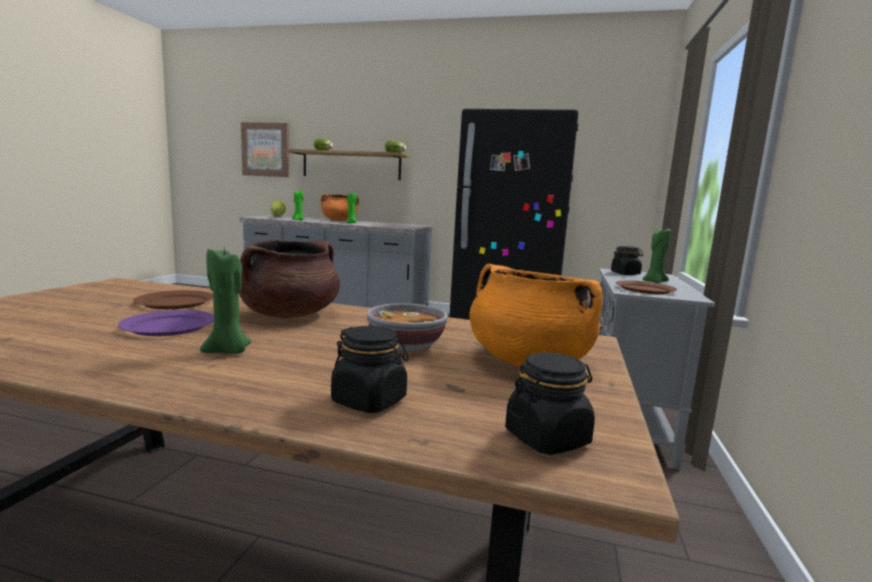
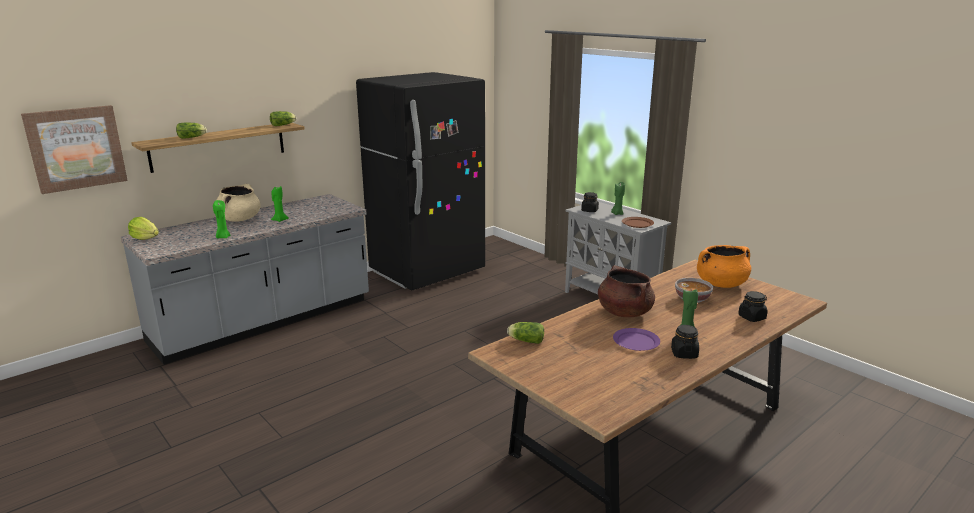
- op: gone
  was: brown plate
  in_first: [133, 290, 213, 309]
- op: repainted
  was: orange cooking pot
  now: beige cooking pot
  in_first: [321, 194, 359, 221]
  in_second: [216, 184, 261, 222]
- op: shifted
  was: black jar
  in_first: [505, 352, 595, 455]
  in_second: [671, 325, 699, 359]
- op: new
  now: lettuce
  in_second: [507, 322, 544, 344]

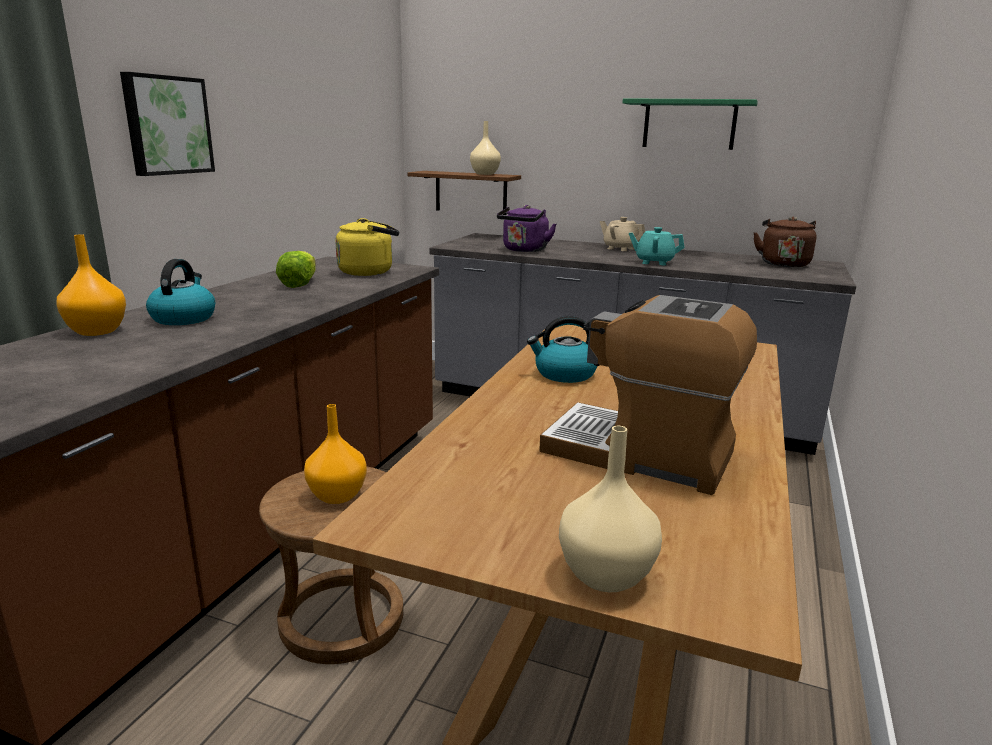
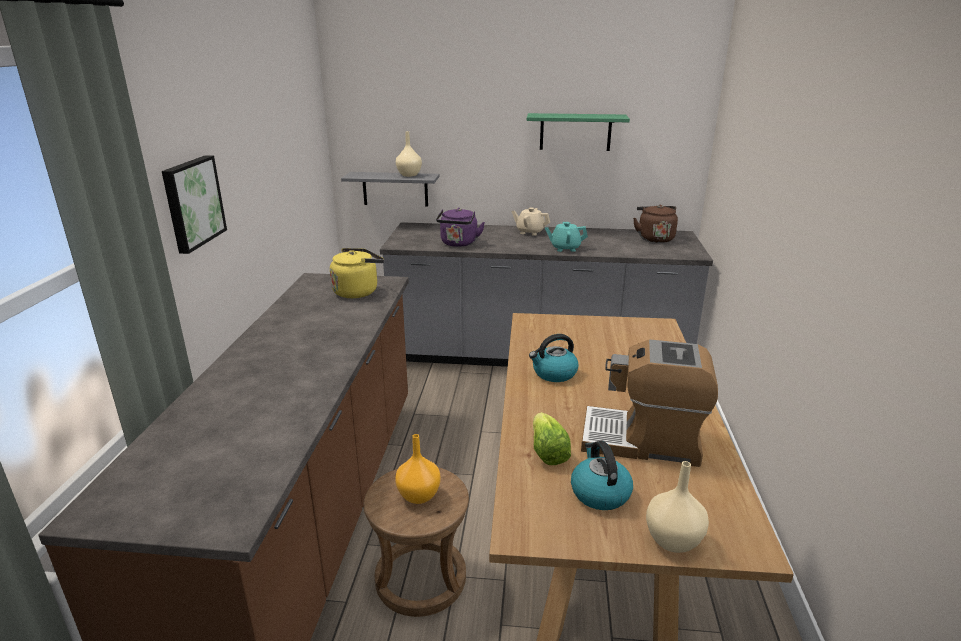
- op: gone
  was: orange vase
  in_first: [56, 235, 126, 336]
- op: shifted
  was: kettle
  in_first: [146, 259, 215, 325]
  in_second: [571, 441, 633, 510]
- op: shifted
  was: lettuce
  in_first: [276, 251, 316, 288]
  in_second: [533, 412, 571, 465]
- op: repainted
  was: brown shelf
  now: grey shelf
  in_first: [408, 171, 521, 215]
  in_second: [341, 172, 439, 207]

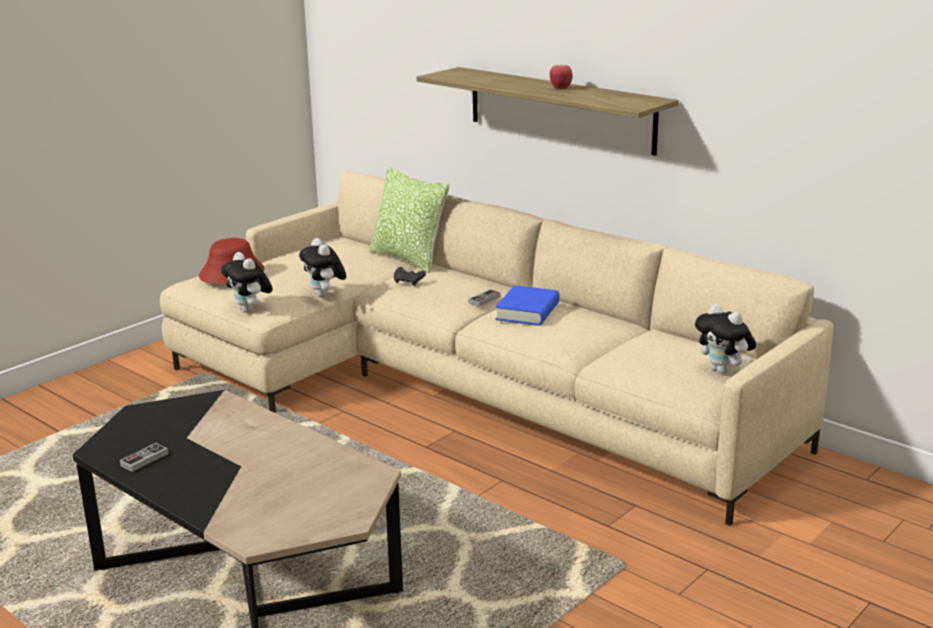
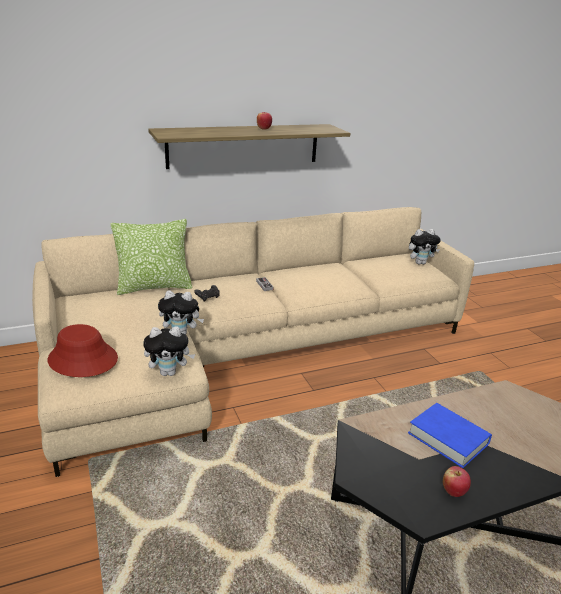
- op: swapped
  was: game controller
  now: apple
  in_first: [120, 443, 168, 472]
  in_second: [443, 466, 471, 497]
- op: shifted
  was: blue book
  in_first: [495, 285, 560, 326]
  in_second: [408, 403, 492, 468]

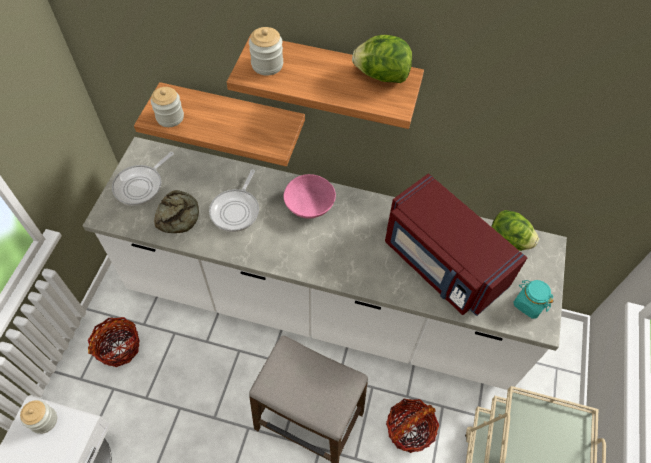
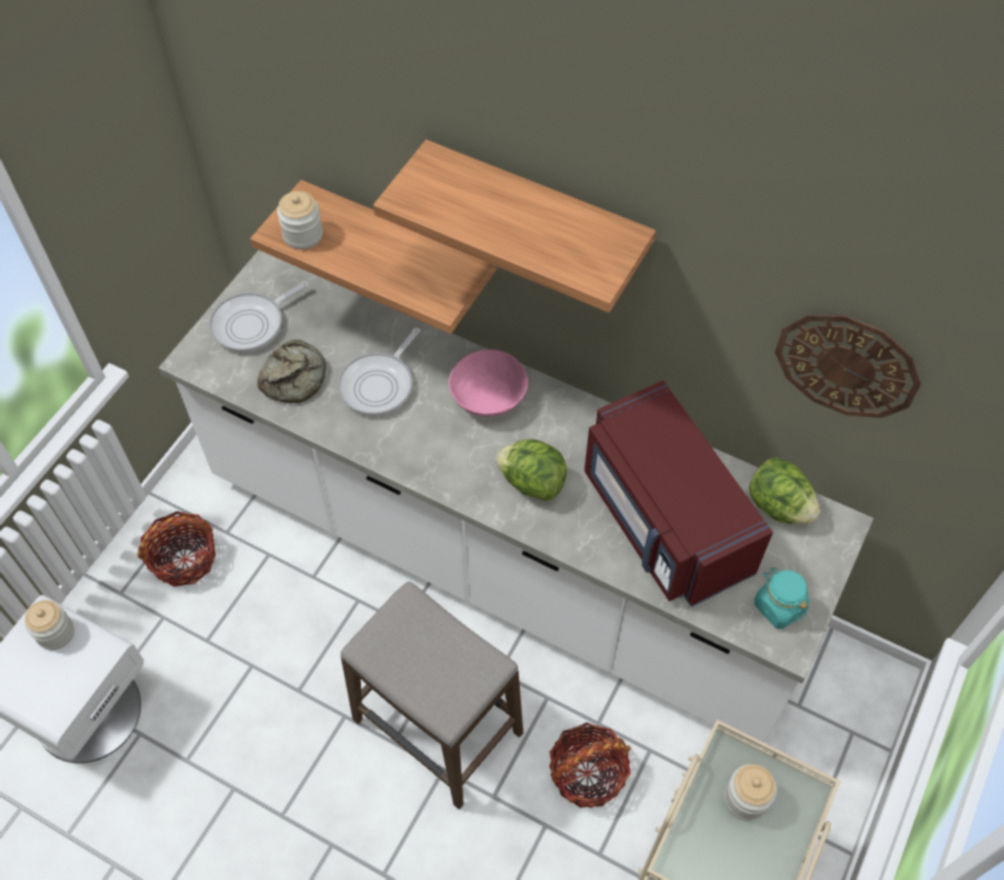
- op: shifted
  was: jar
  in_first: [249, 27, 283, 76]
  in_second: [724, 764, 777, 821]
- op: shifted
  was: lettuce
  in_first: [352, 35, 412, 83]
  in_second: [495, 439, 567, 501]
- op: new
  now: wall clock
  in_second: [775, 315, 921, 418]

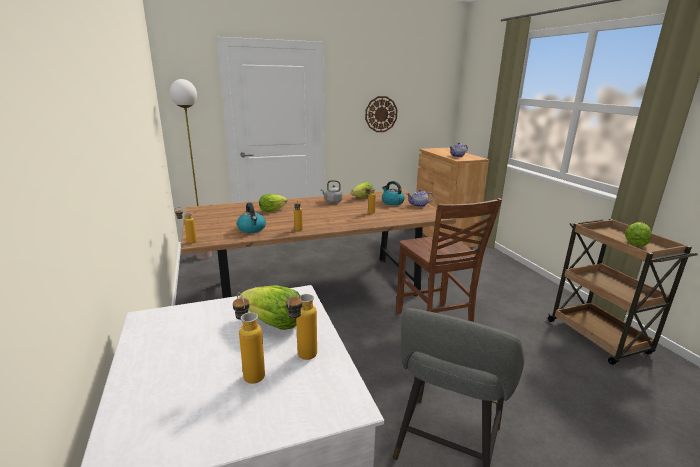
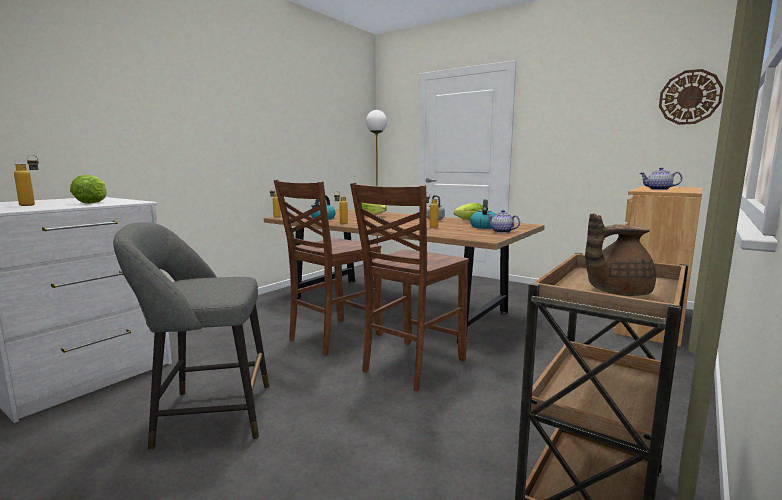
- op: gone
  was: bottle
  in_first: [286, 291, 317, 360]
- op: shifted
  was: wall clock
  in_first: [365, 96, 397, 132]
  in_second: [659, 69, 723, 125]
- op: swapped
  was: lettuce
  now: brown teapot
  in_first: [625, 222, 651, 246]
  in_second: [585, 213, 656, 296]
- op: new
  now: brown chair
  in_second: [274, 180, 383, 356]

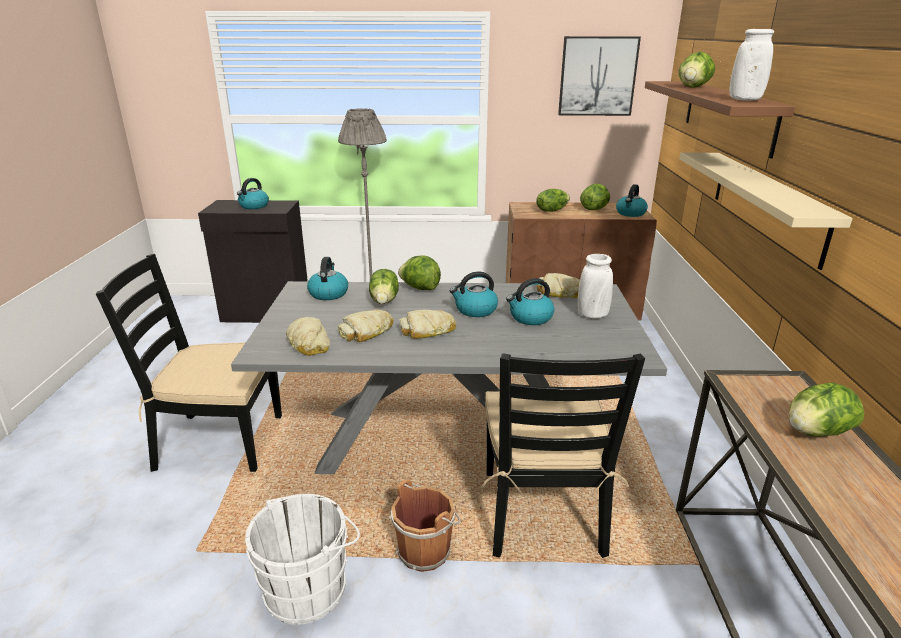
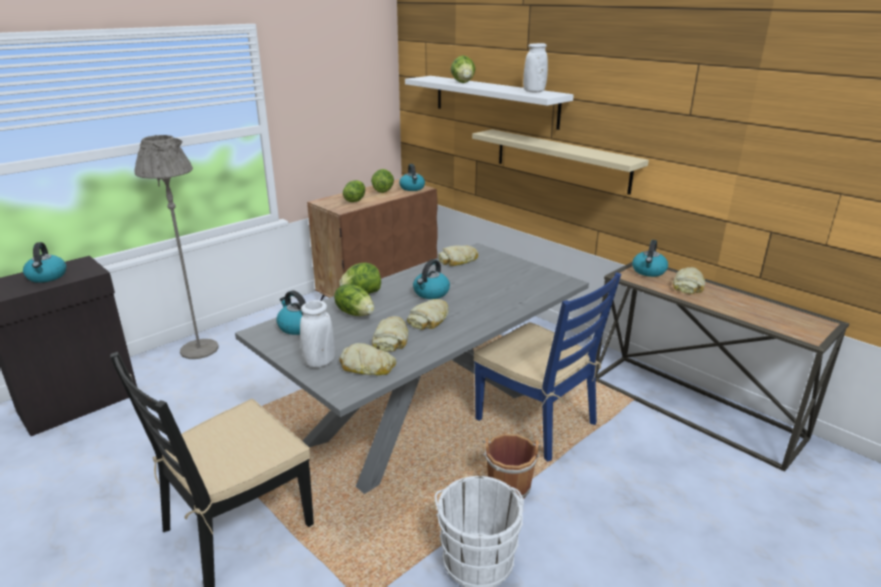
- op: repainted
  was: black chair
  now: blue chair
  in_first: [482, 353, 645, 558]
  in_second: [474, 272, 621, 462]
- op: shifted
  was: kettle
  in_first: [506, 278, 554, 325]
  in_second: [632, 240, 668, 277]
- op: gone
  was: picture
  in_first: [558, 36, 641, 116]
- op: shifted
  was: white vase
  in_first: [578, 254, 613, 318]
  in_second: [300, 300, 335, 367]
- op: repainted
  was: brown shelf
  now: white shelf
  in_first: [645, 81, 795, 159]
  in_second: [405, 76, 574, 130]
- op: swapped
  was: lettuce
  now: bread
  in_first: [789, 383, 864, 437]
  in_second: [673, 267, 705, 294]

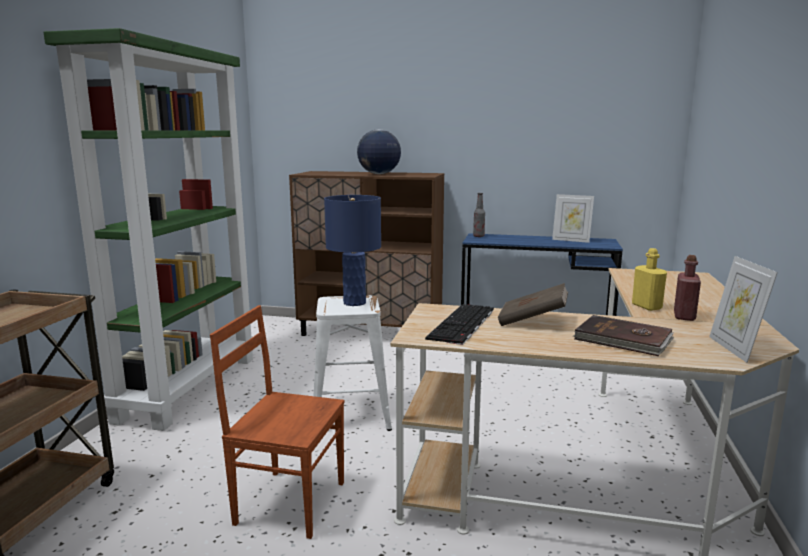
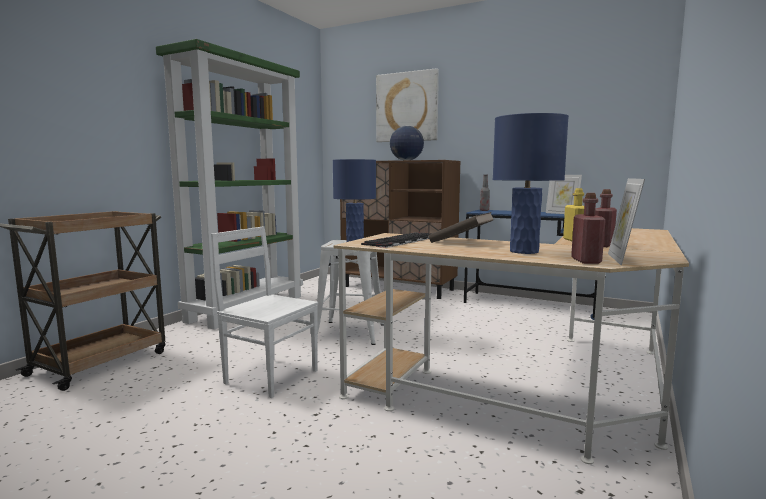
- op: repainted
  was: brown chair
  now: white chair
  in_first: [210, 305, 345, 539]
  in_second: [211, 226, 318, 398]
- op: swapped
  was: brown book
  now: blue table lamp
  in_first: [573, 315, 674, 356]
  in_second: [493, 113, 569, 254]
- op: new
  now: picture
  in_second: [376, 68, 439, 142]
- op: new
  now: red bottle
  in_second: [571, 193, 606, 264]

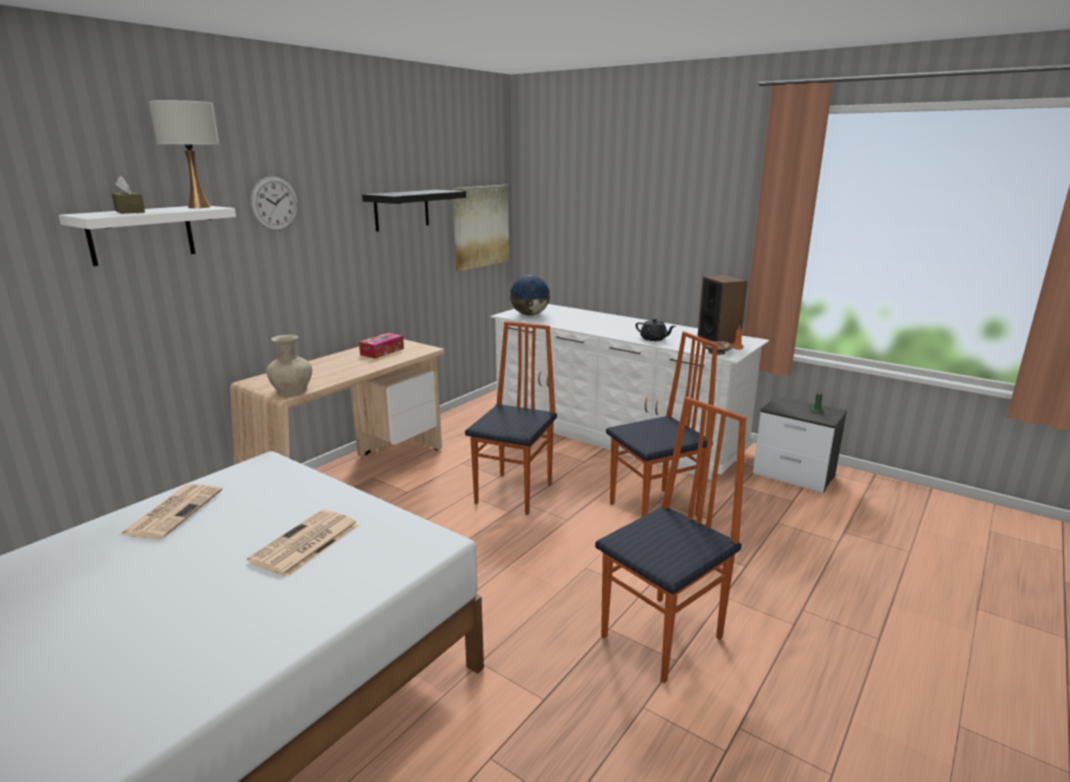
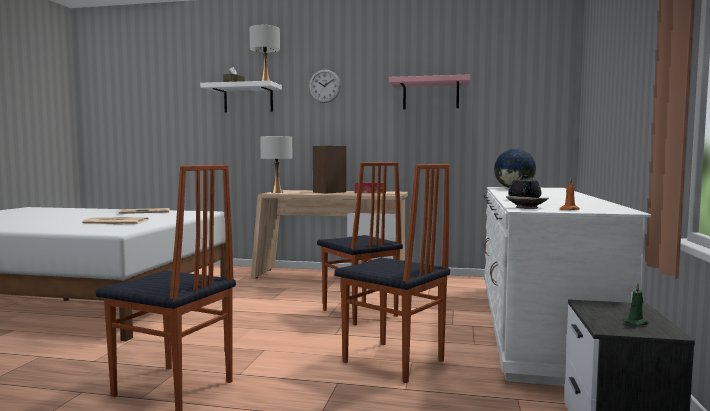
- op: swapped
  was: beige vase
  now: white table lamp
  in_first: [266, 334, 312, 396]
  in_second: [260, 136, 292, 193]
- op: repainted
  was: black shelf
  now: pink shelf
  in_first: [362, 190, 466, 232]
  in_second: [389, 74, 471, 109]
- op: gone
  was: picture
  in_first: [453, 185, 509, 271]
- op: rotated
  was: chair
  in_first: [465, 321, 557, 515]
  in_second: [317, 162, 403, 326]
  clockwise: 60
- op: shifted
  was: speaker
  in_first: [698, 275, 748, 344]
  in_second: [313, 146, 346, 194]

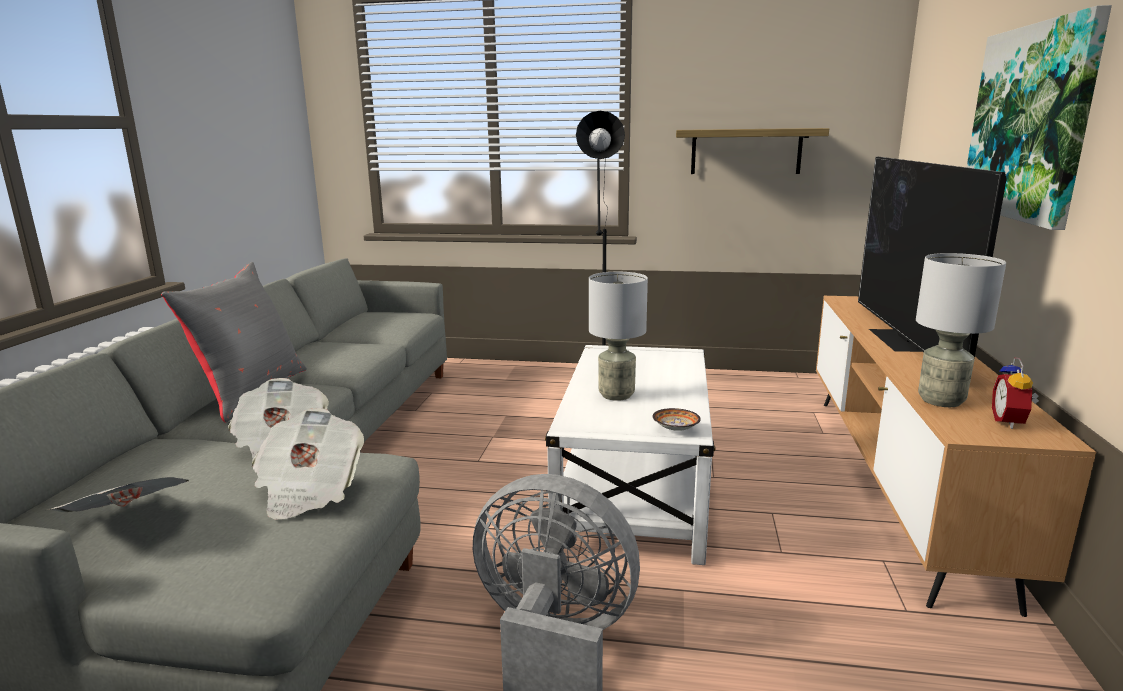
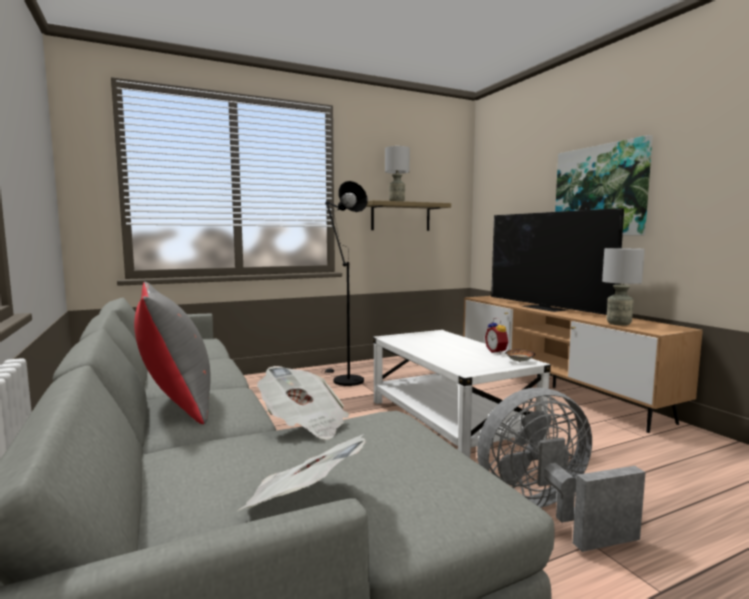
- op: gone
  was: newspaper
  in_first: [252, 408, 365, 520]
- op: shifted
  was: grey table lamp
  in_first: [589, 272, 648, 401]
  in_second: [385, 146, 410, 201]
- op: shifted
  was: alarm clock
  in_first: [992, 358, 1039, 429]
  in_second: [485, 318, 509, 354]

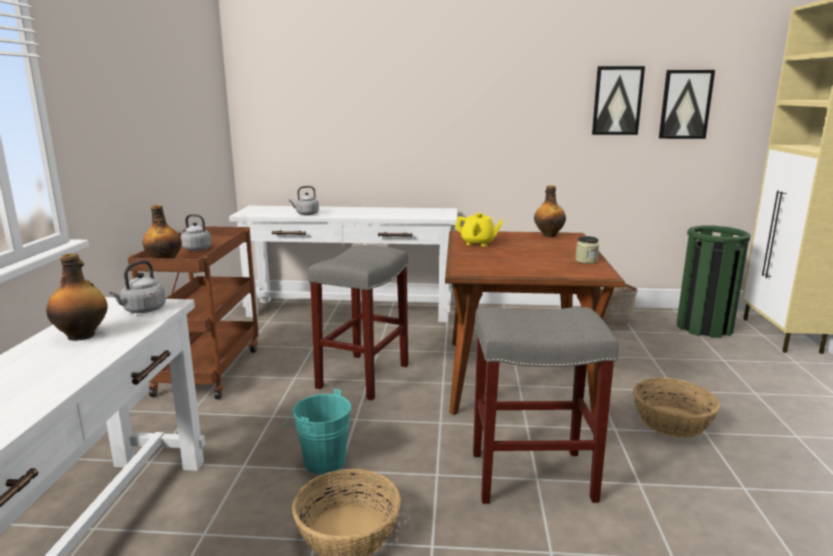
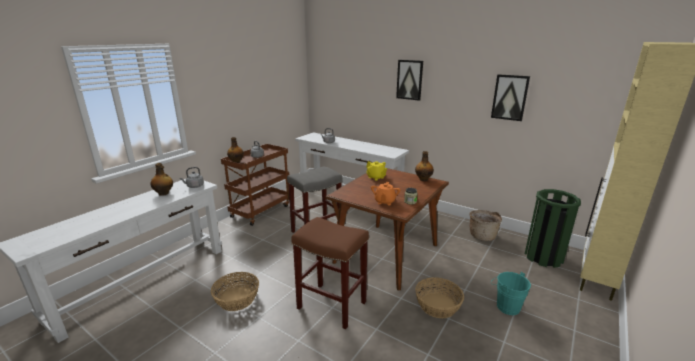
- op: shifted
  was: turquoise bucket
  in_first: [284, 389, 351, 474]
  in_second: [491, 272, 531, 315]
- op: repainted
  was: grey stool
  now: brown stool
  in_first: [473, 307, 618, 504]
  in_second: [291, 217, 369, 329]
- op: shifted
  was: picture
  in_first: [659, 70, 715, 139]
  in_second: [396, 60, 423, 101]
- op: new
  now: orange teapot
  in_second: [371, 182, 400, 205]

